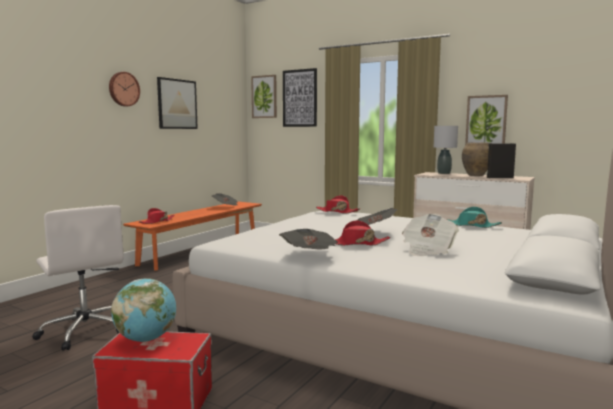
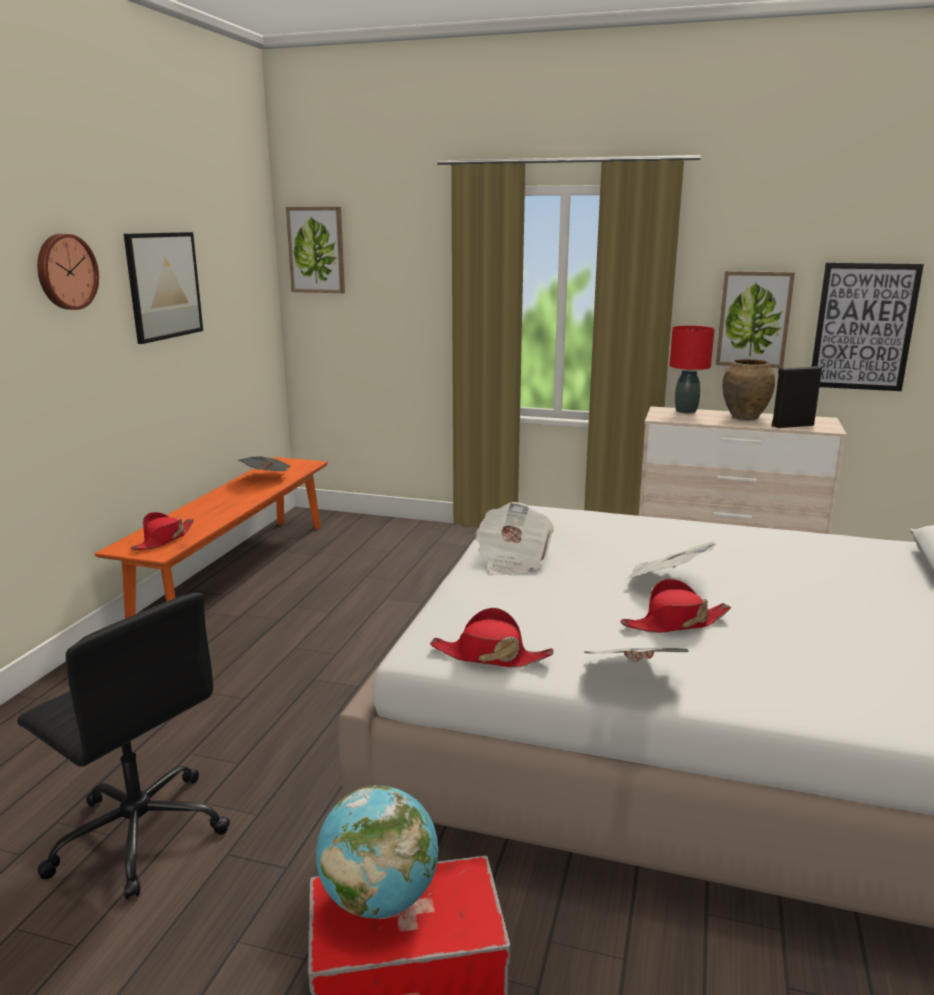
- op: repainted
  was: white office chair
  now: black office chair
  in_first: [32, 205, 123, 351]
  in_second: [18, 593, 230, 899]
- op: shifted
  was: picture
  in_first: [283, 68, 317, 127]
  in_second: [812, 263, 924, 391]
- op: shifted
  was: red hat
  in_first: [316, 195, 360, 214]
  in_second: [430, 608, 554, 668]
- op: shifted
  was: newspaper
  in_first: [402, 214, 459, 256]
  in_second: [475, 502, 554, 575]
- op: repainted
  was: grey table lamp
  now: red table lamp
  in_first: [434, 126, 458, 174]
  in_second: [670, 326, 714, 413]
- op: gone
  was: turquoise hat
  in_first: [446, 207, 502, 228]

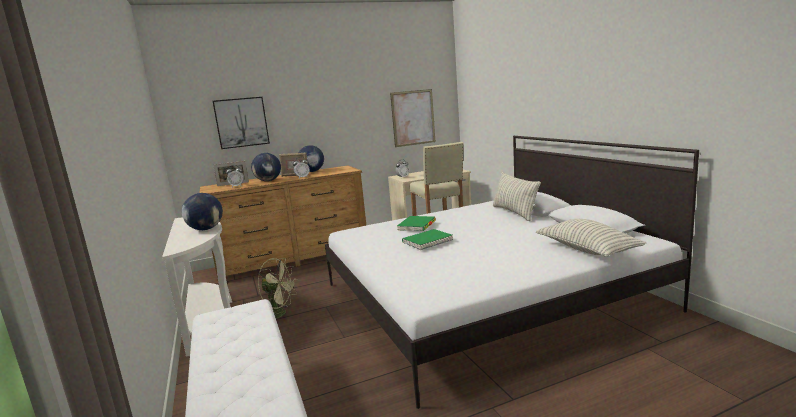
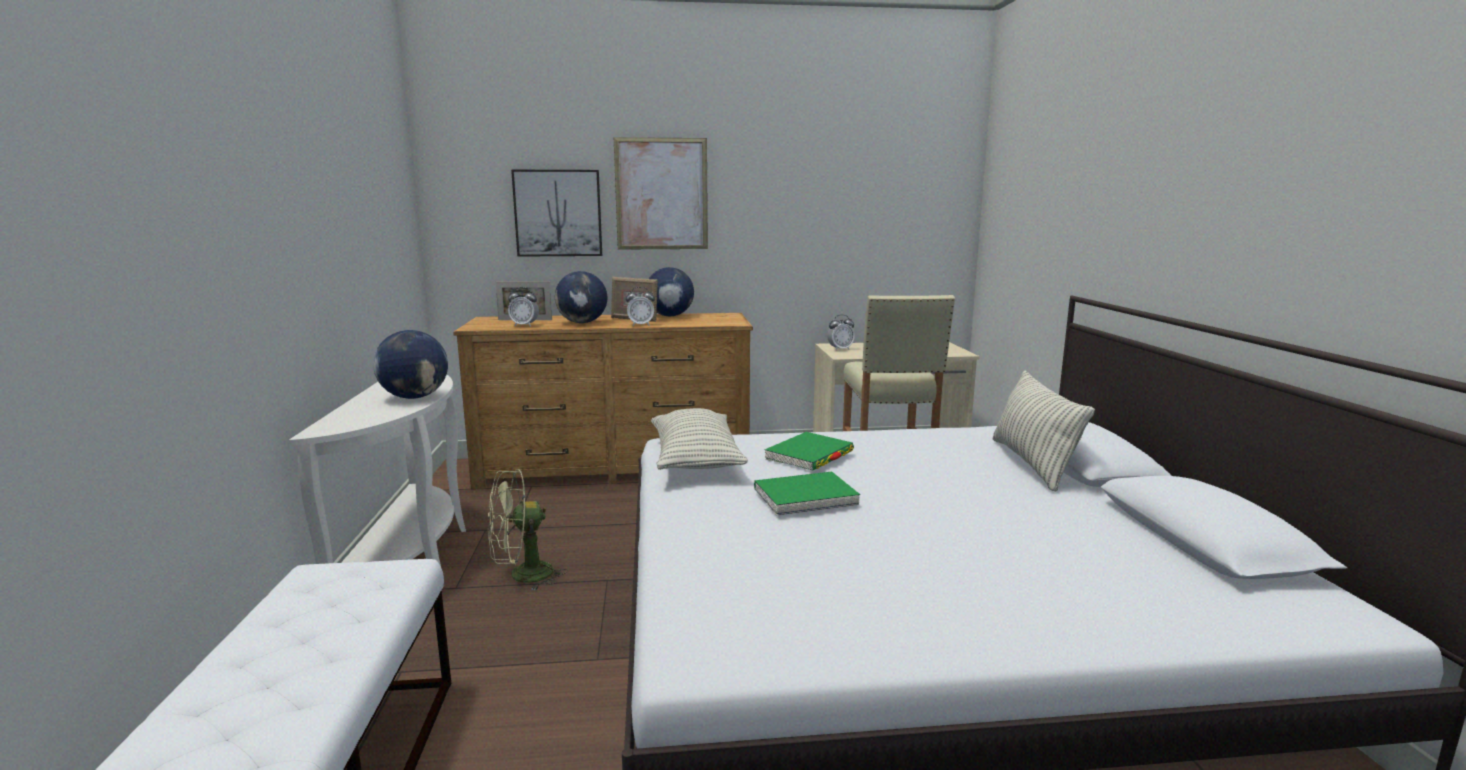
- op: rotated
  was: green fan
  in_first: [258, 258, 297, 318]
  in_second: [488, 469, 568, 591]
  clockwise: 120
- op: shifted
  was: picture
  in_first: [390, 89, 435, 147]
  in_second: [614, 137, 708, 250]
- op: shifted
  was: pillow
  in_first: [536, 219, 646, 257]
  in_second: [651, 408, 748, 470]

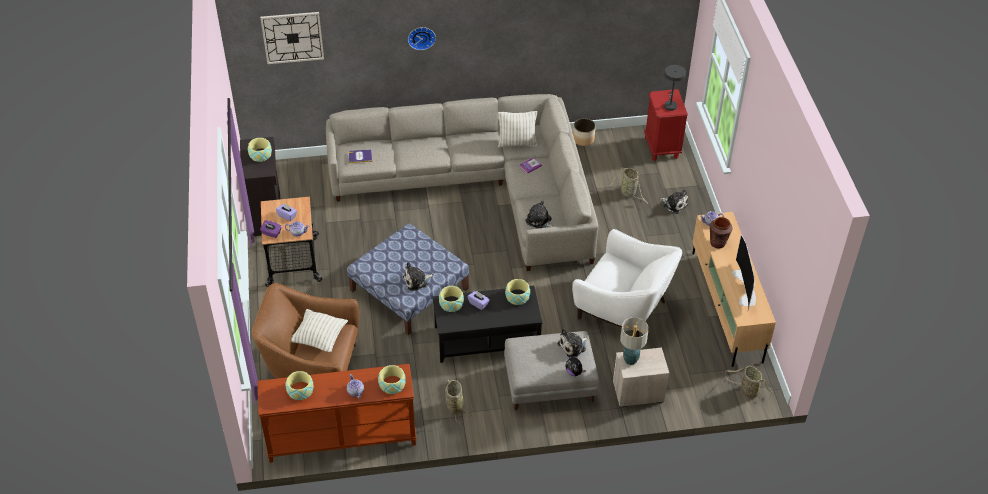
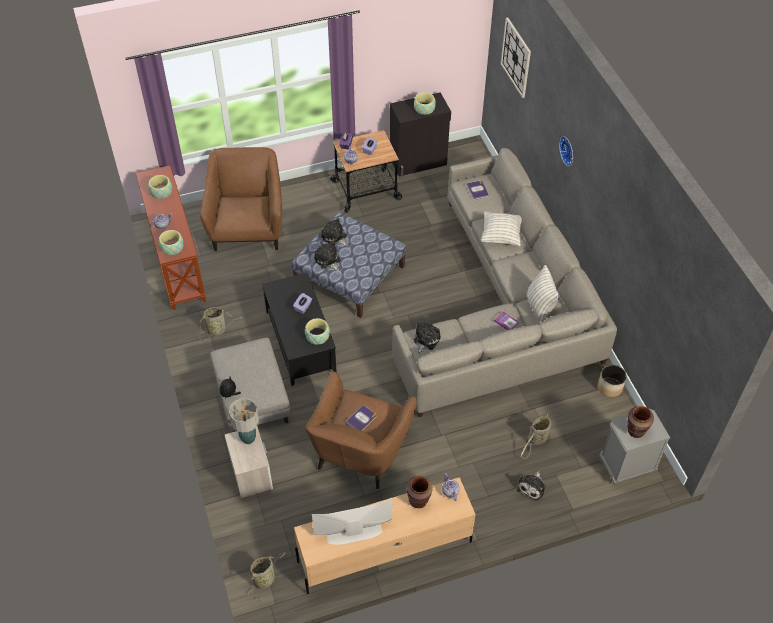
- op: shifted
  was: pillow
  in_first: [291, 309, 348, 352]
  in_second: [481, 212, 522, 246]
- op: gone
  was: bowl
  in_first: [439, 286, 464, 312]
- op: shifted
  was: plush toy
  in_first: [558, 328, 588, 358]
  in_second: [321, 218, 348, 246]
- op: repainted
  was: white armchair
  now: brown armchair
  in_first: [572, 229, 682, 337]
  in_second: [306, 371, 417, 489]
- op: repainted
  was: red nightstand
  now: grey nightstand
  in_first: [644, 89, 688, 161]
  in_second: [600, 408, 670, 485]
- op: swapped
  was: grey table lamp
  now: brown vase
  in_first: [664, 65, 686, 111]
  in_second: [627, 406, 654, 438]
- op: new
  now: book
  in_second: [345, 405, 377, 431]

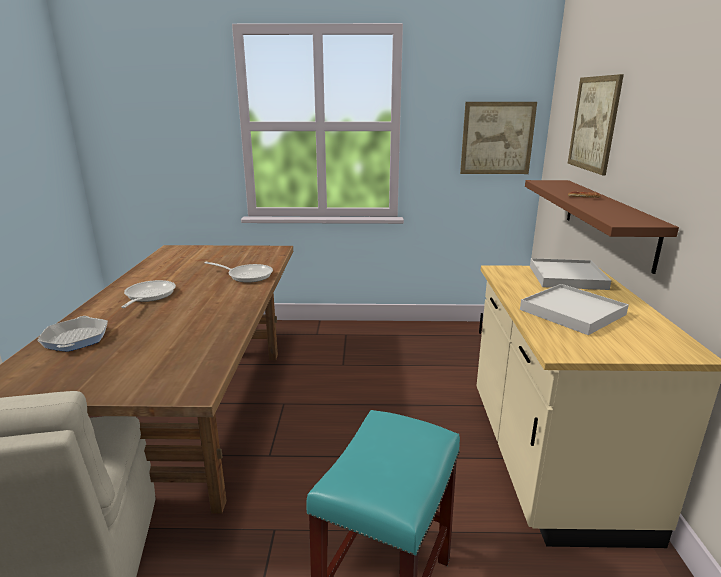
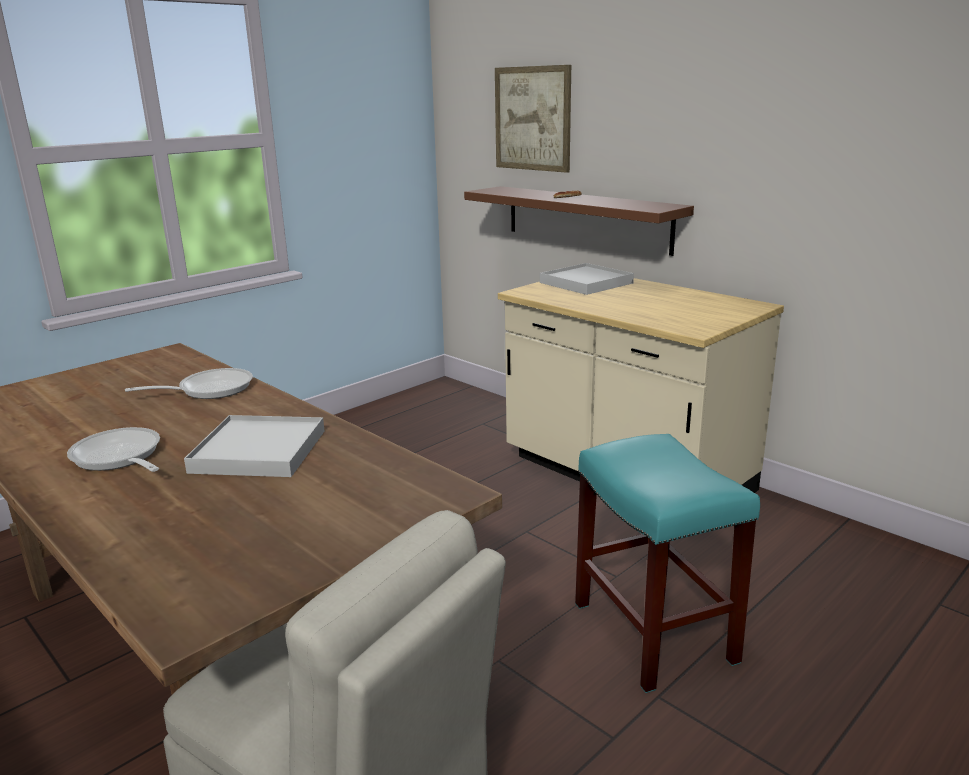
- op: gone
  was: frying pan
  in_first: [37, 316, 108, 352]
- op: gone
  was: picture
  in_first: [460, 102, 537, 174]
- op: shifted
  was: white tray
  in_first: [520, 284, 629, 335]
  in_second: [184, 415, 325, 477]

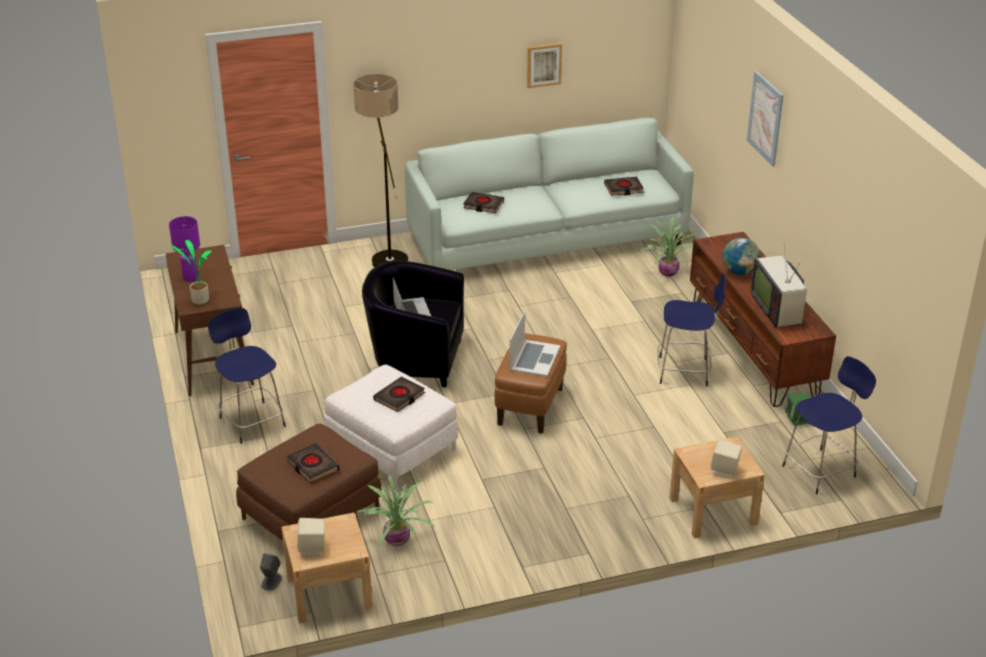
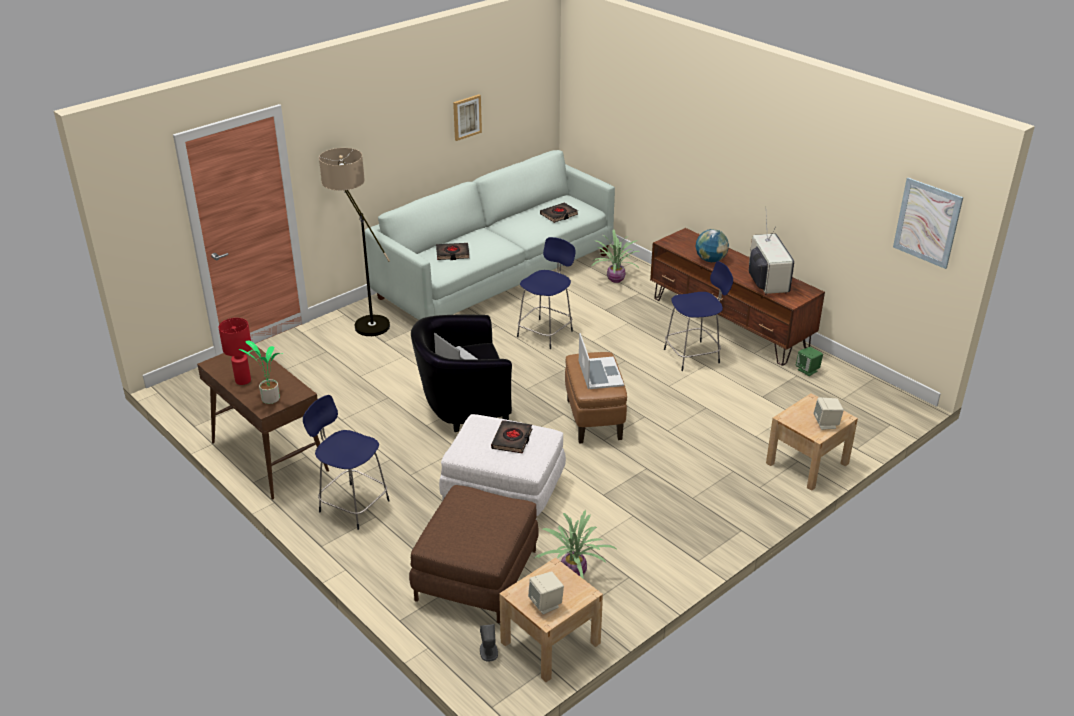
- op: repainted
  was: purple table lamp
  now: red table lamp
  in_first: [169, 216, 200, 282]
  in_second: [218, 318, 252, 385]
- op: gone
  was: black book
  in_first: [287, 443, 339, 483]
- op: shifted
  was: picture
  in_first: [747, 71, 784, 167]
  in_second: [893, 177, 963, 269]
- op: rotated
  was: television
  in_first: [751, 246, 807, 328]
  in_second: [749, 217, 794, 295]
  clockwise: -150
- op: shifted
  was: blue stool
  in_first: [782, 356, 876, 494]
  in_second: [517, 237, 576, 349]

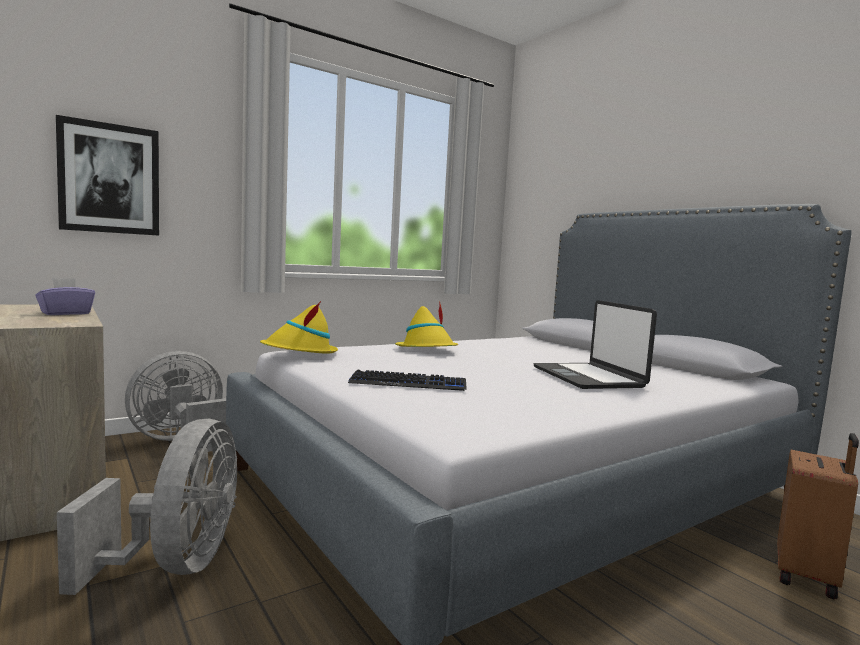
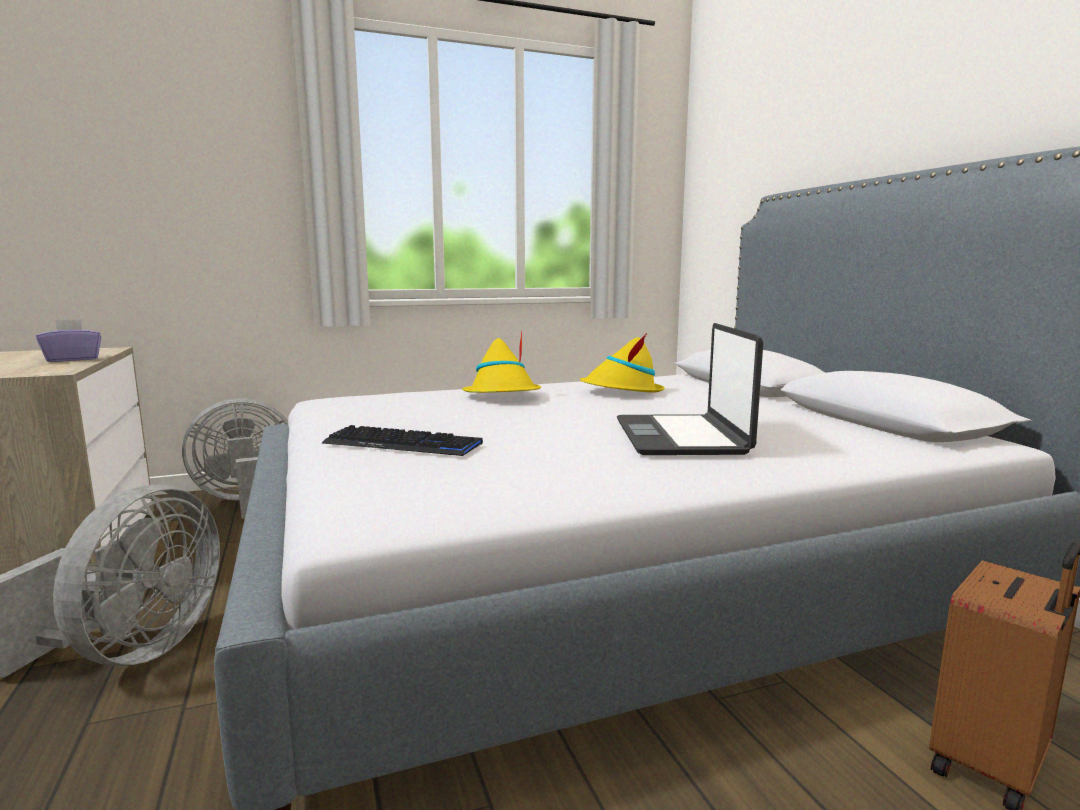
- op: gone
  was: picture
  in_first: [56, 115, 159, 236]
- op: shifted
  was: yellow hat
  in_first: [260, 301, 338, 354]
  in_second: [580, 333, 665, 393]

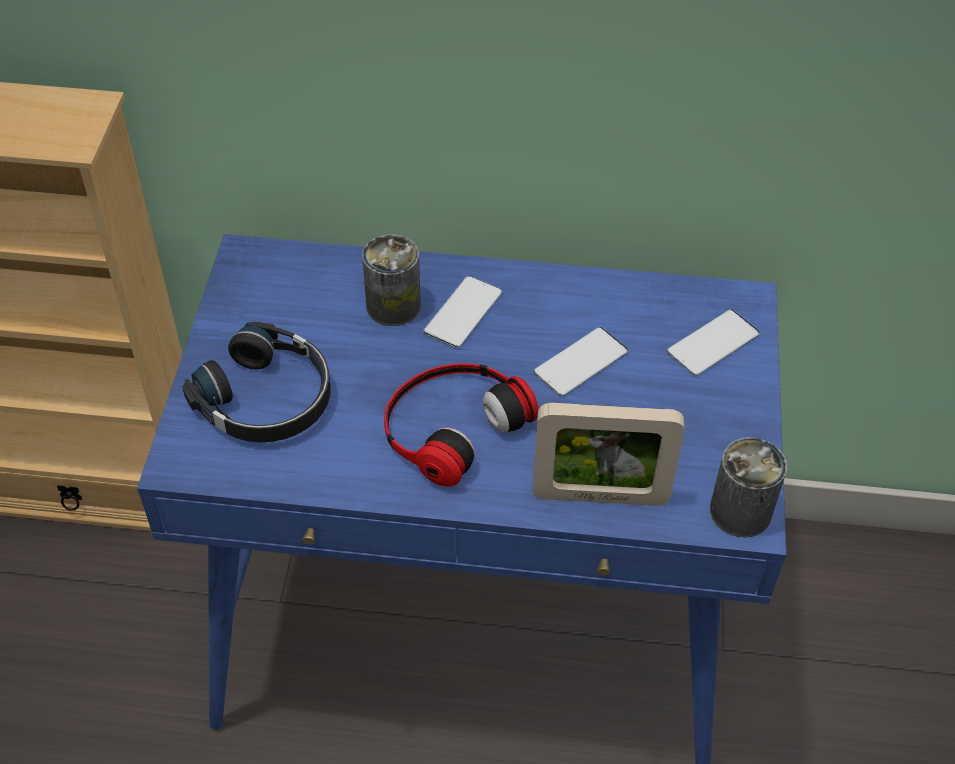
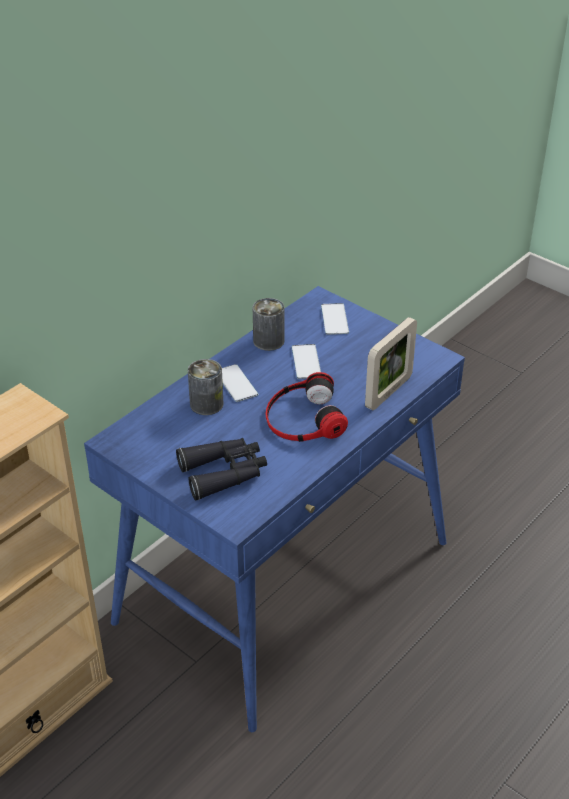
- op: swapped
  was: black headphones
  now: black binoculars
  in_first: [182, 322, 331, 442]
  in_second: [176, 438, 267, 501]
- op: shifted
  was: can
  in_first: [710, 437, 787, 537]
  in_second: [253, 298, 284, 351]

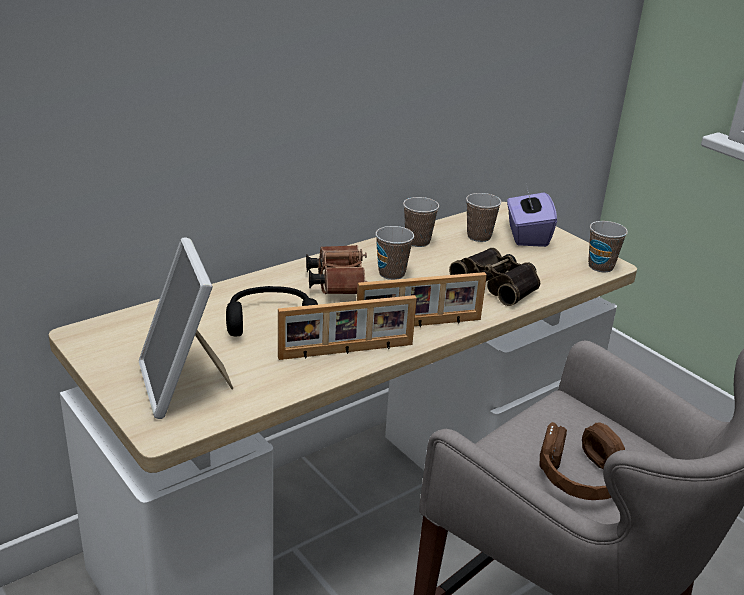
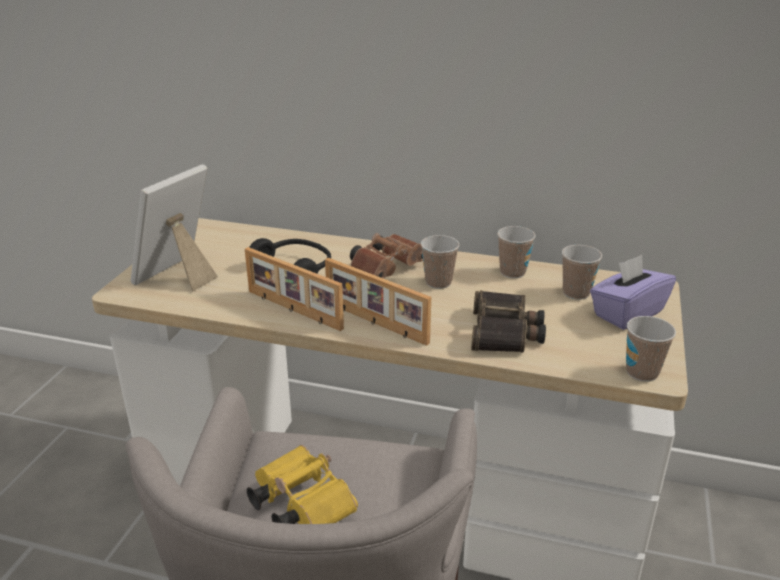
- op: swapped
  was: brown headphones
  now: yellow binoculars
  in_first: [539, 422, 625, 500]
  in_second: [247, 445, 358, 524]

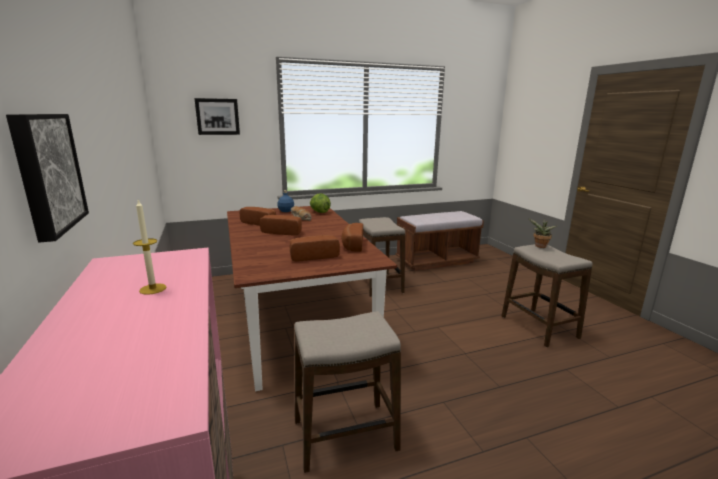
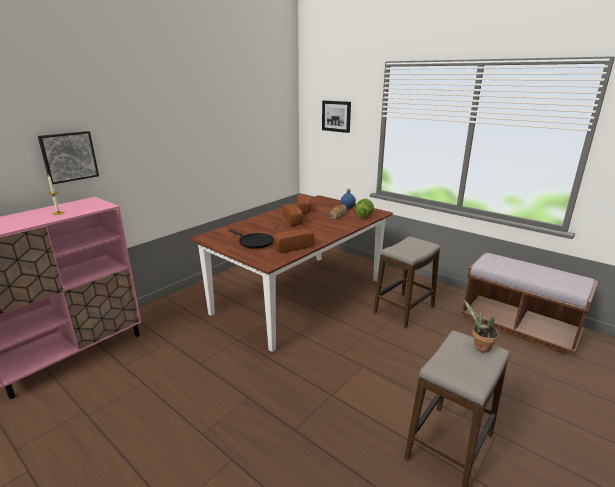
- op: swapped
  was: bread
  now: black frying pan
  in_first: [290, 235, 340, 262]
  in_second: [228, 229, 274, 249]
- op: gone
  was: stool
  in_first: [294, 311, 401, 473]

